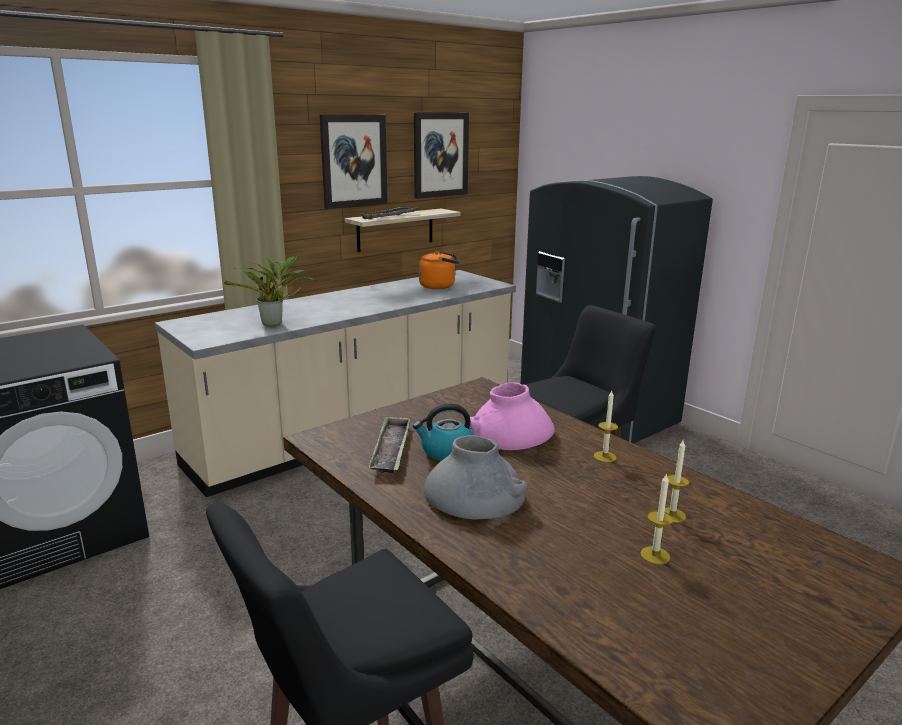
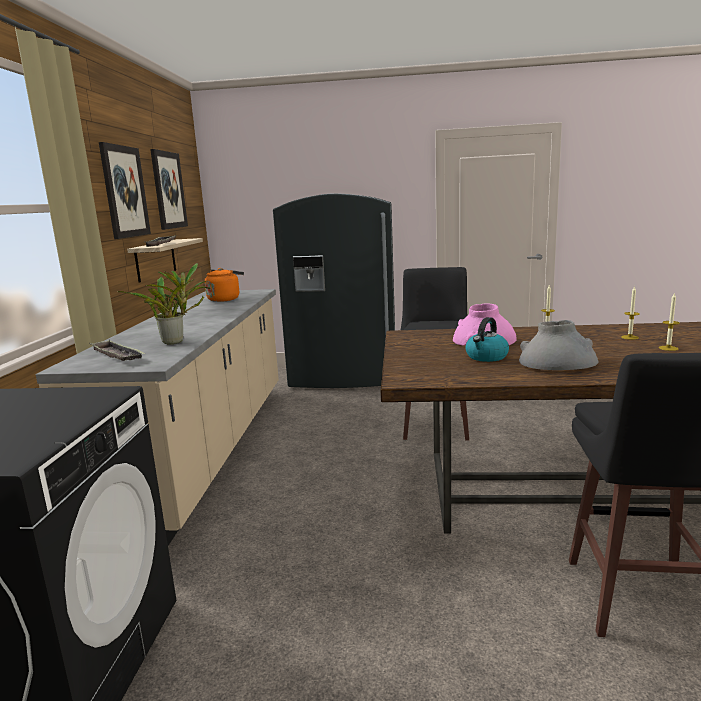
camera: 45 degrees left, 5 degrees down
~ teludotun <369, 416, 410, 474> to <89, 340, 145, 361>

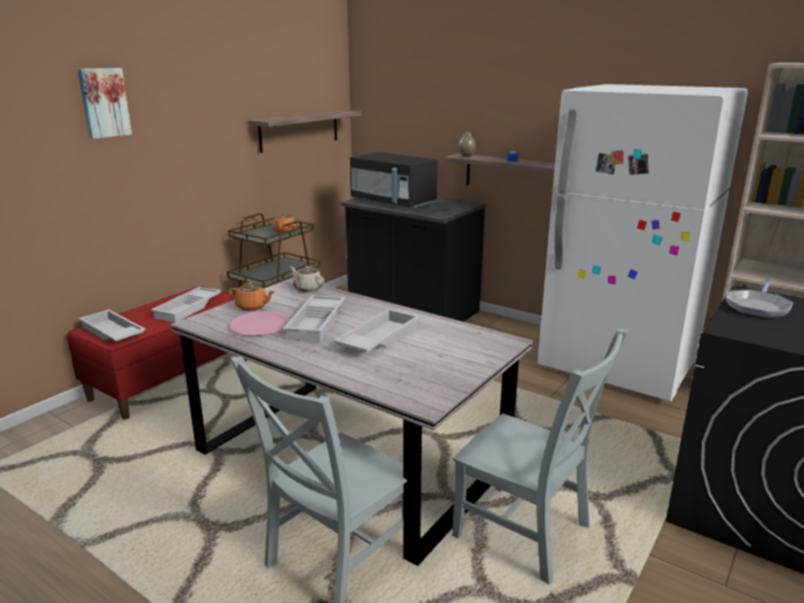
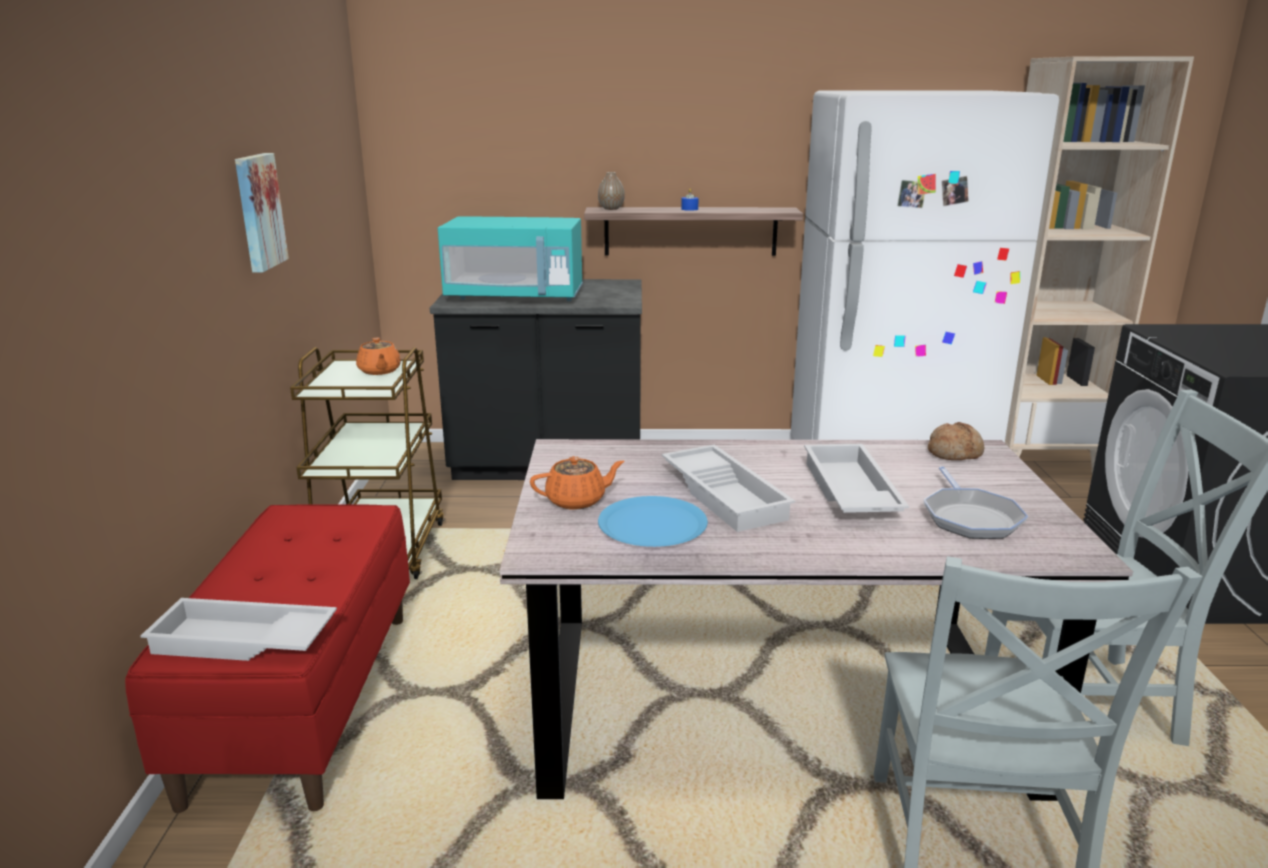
camera: 35 degrees left, 0 degrees up
~ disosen <77, 68, 132, 139> to <235, 153, 289, 273>
~ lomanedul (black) <350, 152, 438, 210> to lomanedul (turquoise) <438, 216, 583, 301>
~ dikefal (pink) <229, 311, 290, 336> to dikefal (blue) <598, 496, 708, 547>
~ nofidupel <726, 282, 793, 318> to <923, 466, 1028, 539>
+ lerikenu <928, 422, 984, 460>
- teludotun (white) <151, 287, 222, 322>
- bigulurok <248, 110, 361, 153>
- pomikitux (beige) <290, 266, 325, 292>

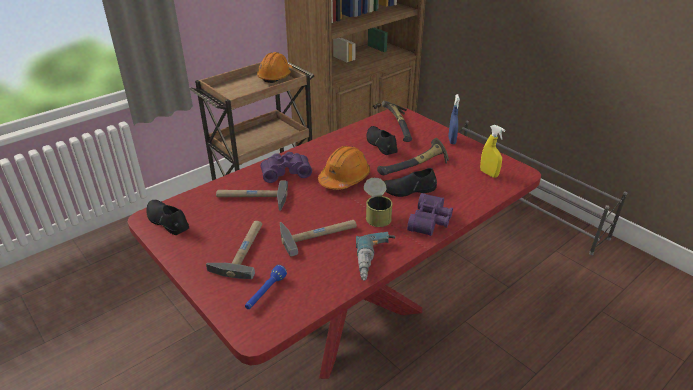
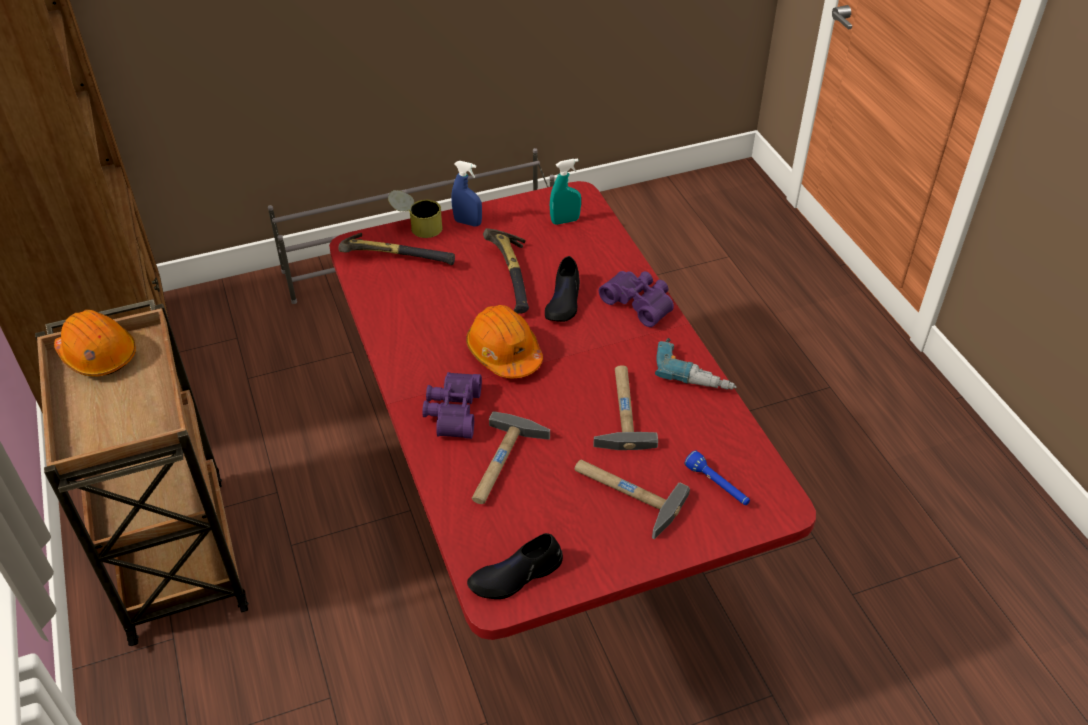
camera: 70 degrees left, 10 degrees up
~ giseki <364, 178, 393, 227> to <388, 190, 443, 238>
~ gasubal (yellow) <480, 125, 505, 178> to gasubal (turquoise) <550, 159, 581, 225>
- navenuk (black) <367, 126, 398, 155>

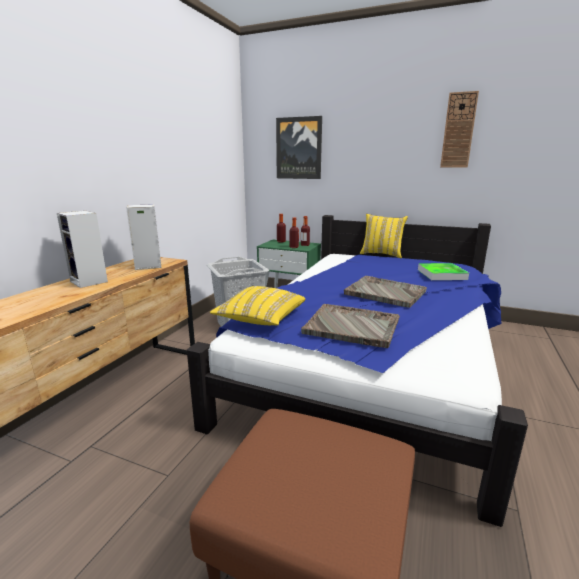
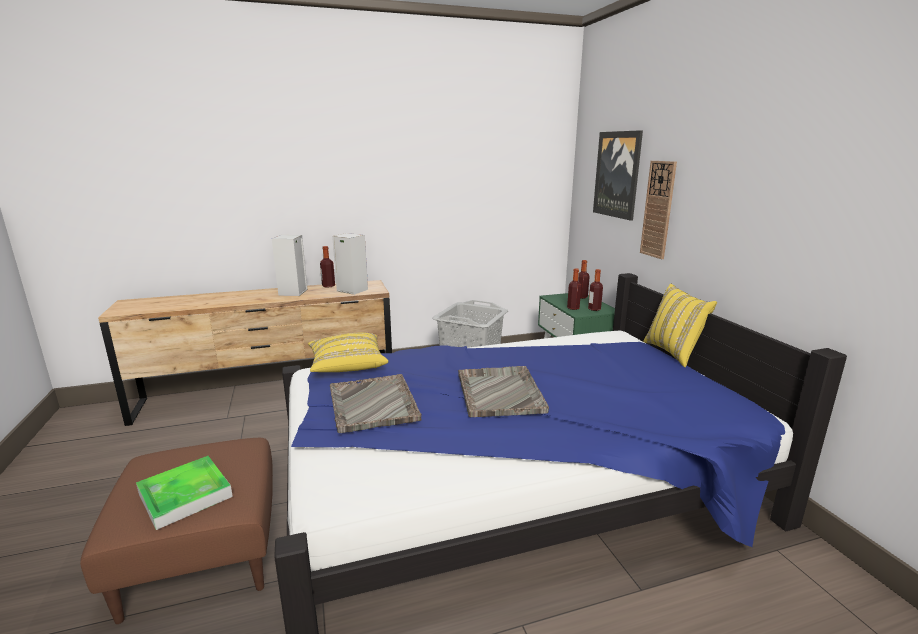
camera: 50 degrees right, 0 degrees up
~ teludotun <418, 263, 469, 280> to <136, 456, 233, 530>
+ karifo <320, 246, 335, 288>
~ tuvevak <440, 91, 479, 168> to <640, 161, 677, 259>

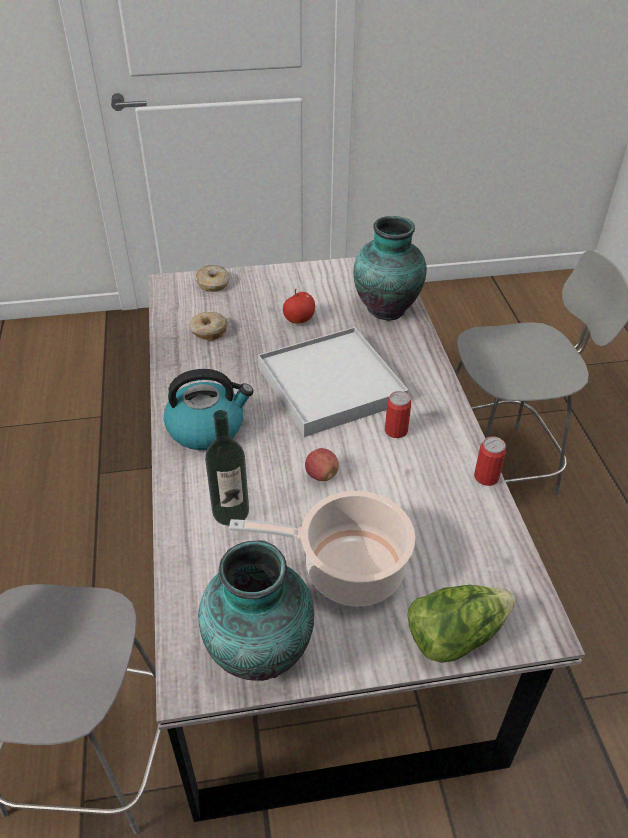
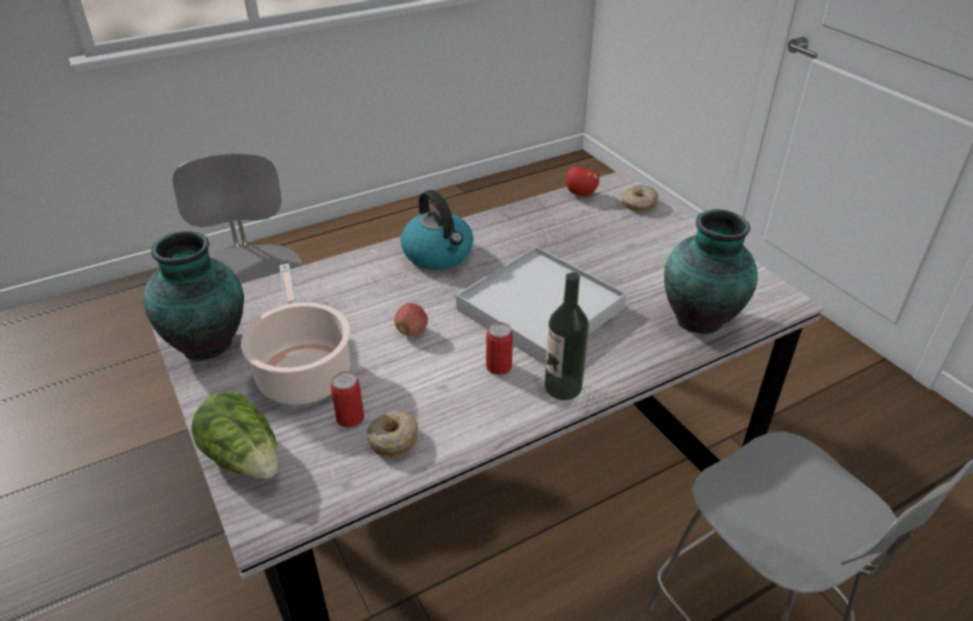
camera: 70 degrees right, 5 degrees down
~ giseki <474, 436, 506, 486> to <331, 371, 364, 427>
~ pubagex <189, 312, 228, 341> to <367, 411, 418, 458>
~ karifo <205, 410, 249, 526> to <544, 272, 589, 400>
~ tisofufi <283, 289, 315, 324> to <566, 164, 599, 196>

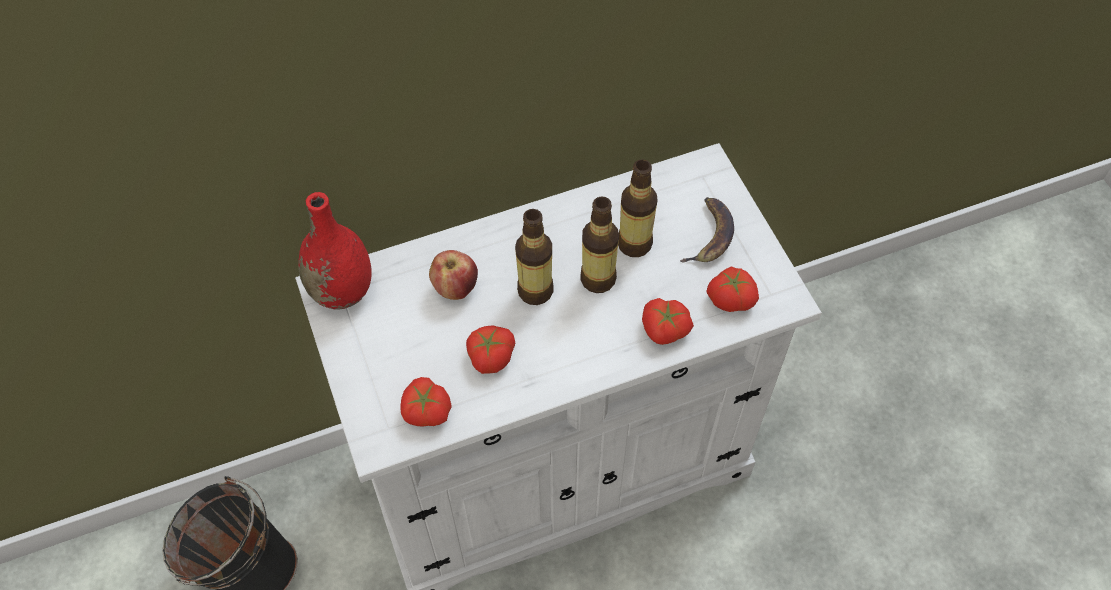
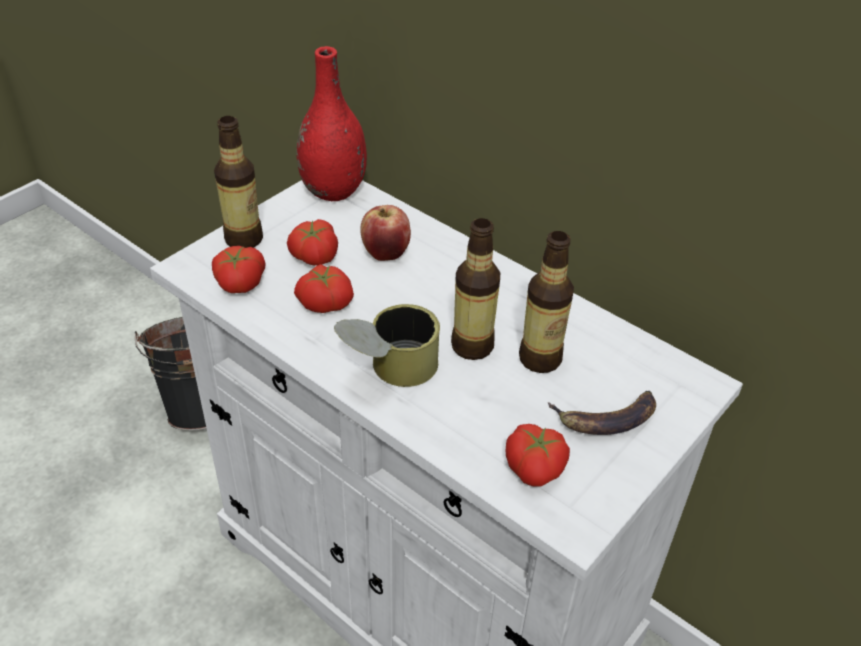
camera: 60 degrees right, 15 degrees down
~ karifo <515, 209, 553, 305> to <214, 116, 263, 248>
~ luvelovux <642, 298, 694, 345> to <287, 219, 338, 266>
+ giseki <334, 304, 440, 387>

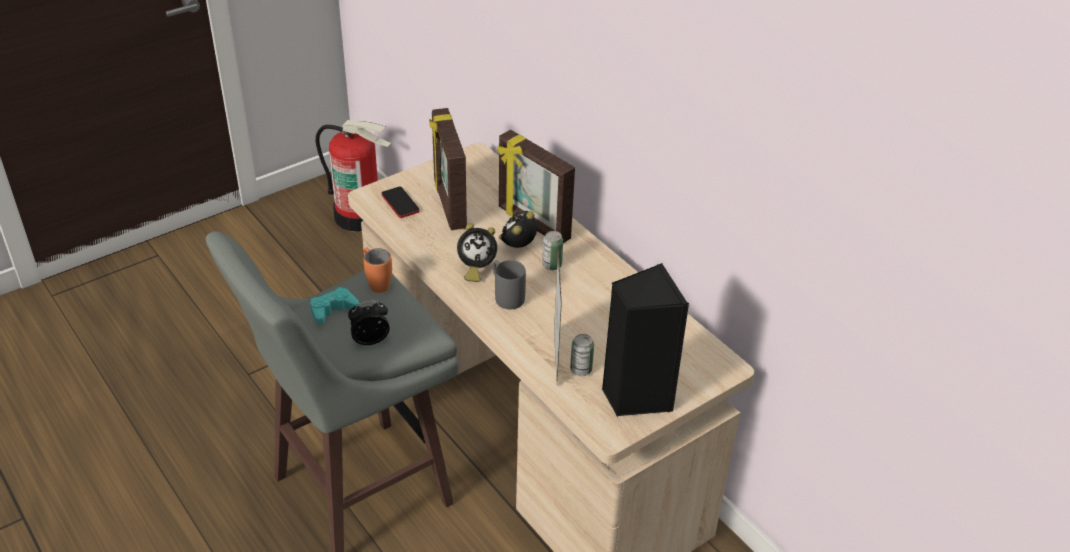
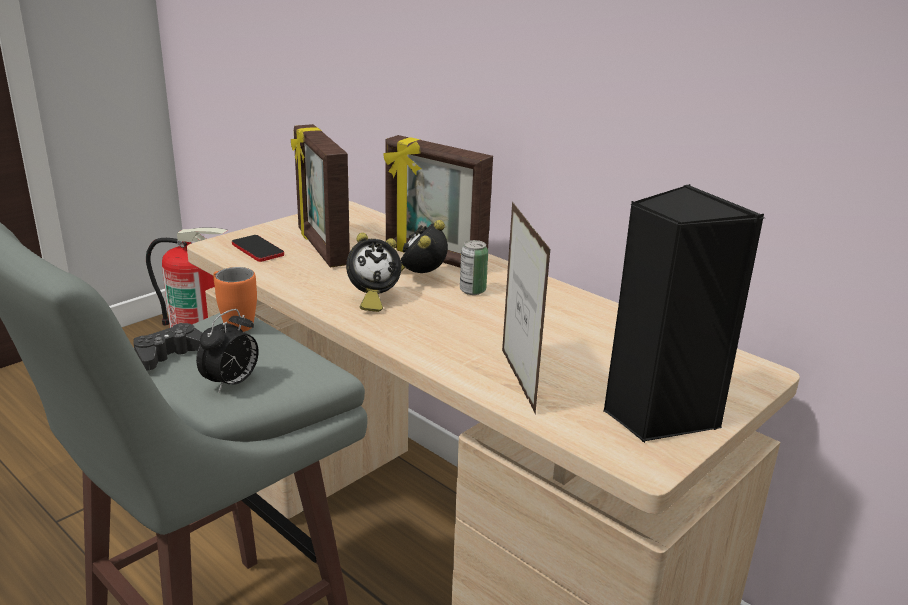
camera: 10 degrees left, 15 degrees down
~ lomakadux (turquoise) <310, 287, 359, 324> to lomakadux (black) <133, 323, 203, 370>
~ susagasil <348, 301, 390, 345> = <196, 309, 259, 393> 150 degrees clockwise
- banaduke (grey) <493, 260, 526, 309>
- giseki <570, 334, 594, 376>

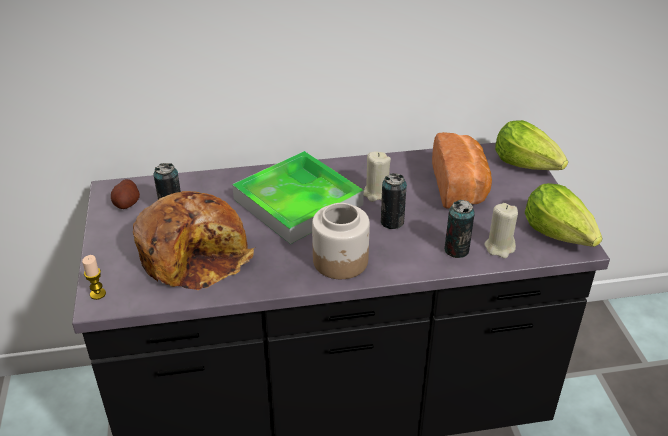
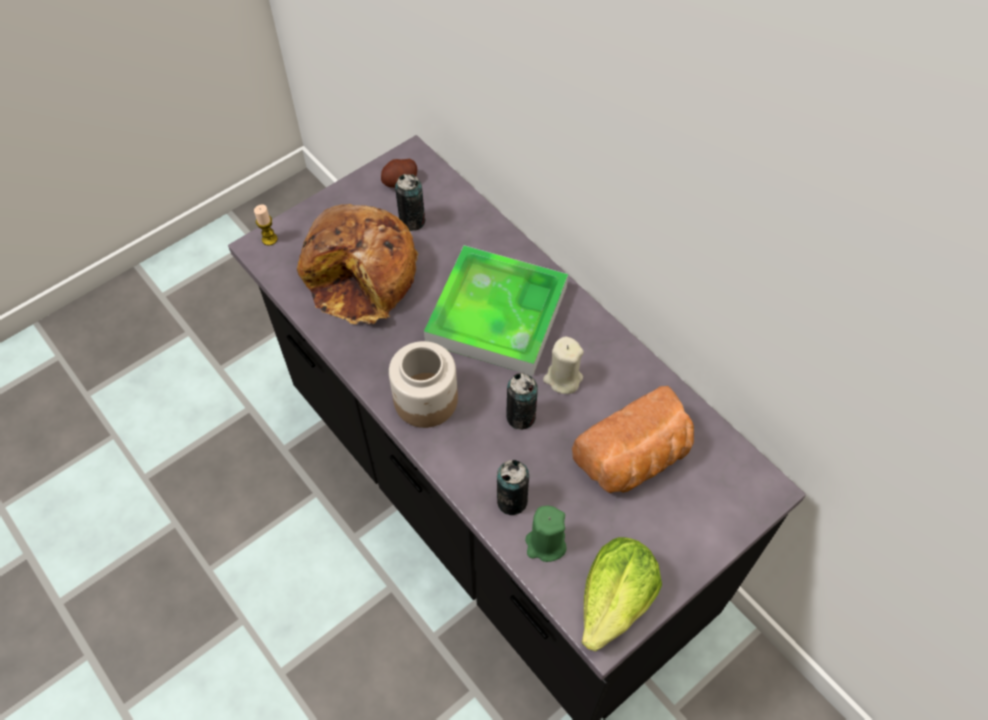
camera: 60 degrees right, 20 degrees up
~ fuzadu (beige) <484, 203, 518, 258> to fuzadu (green) <525, 506, 567, 562>
- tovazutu <495, 120, 568, 170>

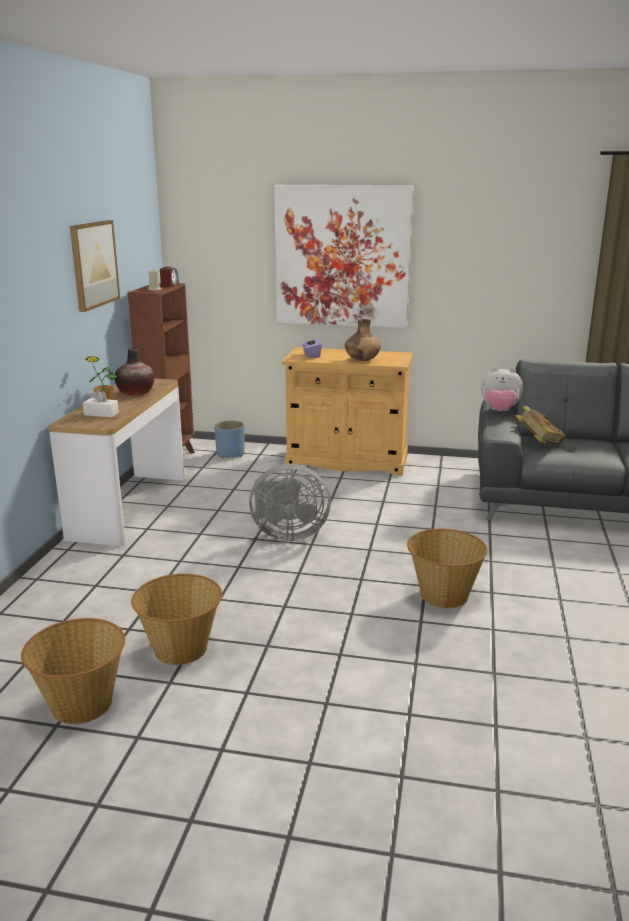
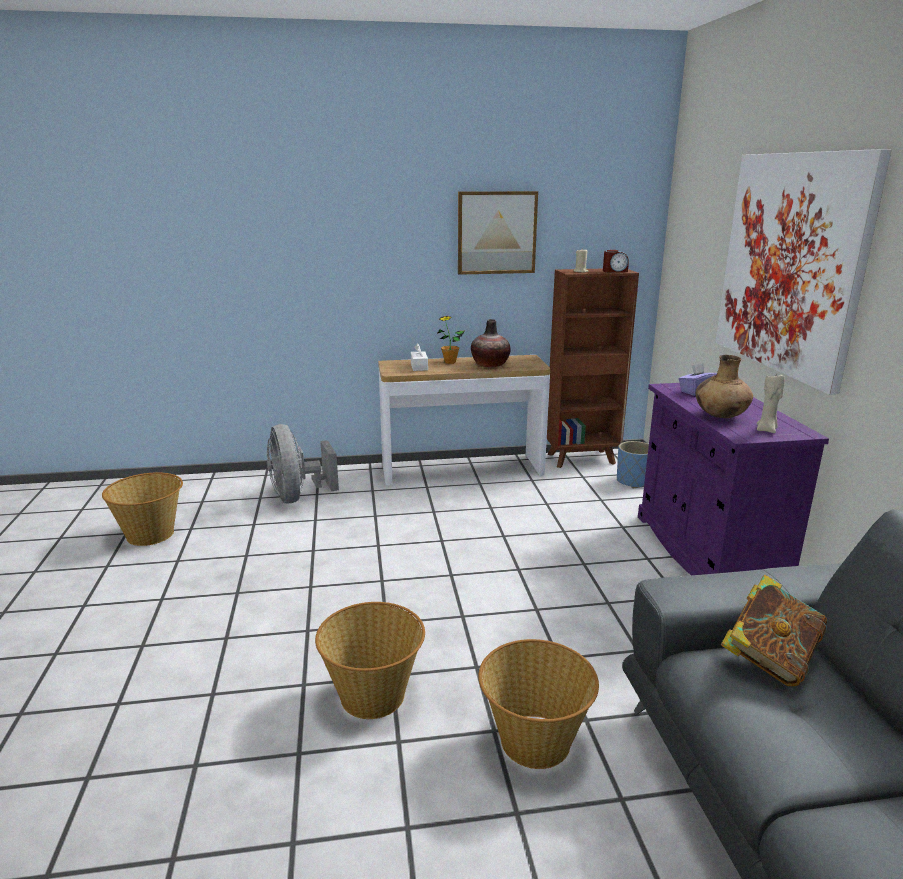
camera: 70 degrees right, 0 degrees up
~ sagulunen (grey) <249, 464, 331, 541> to <267, 424, 339, 503>
~ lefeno <131, 574, 222, 665> to <478, 639, 599, 769>
~ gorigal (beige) <282, 347, 413, 476> to gorigal (purple) <638, 383, 829, 575>
+ fuzadu (beige) <757, 372, 785, 433>
- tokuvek <481, 367, 523, 411>

